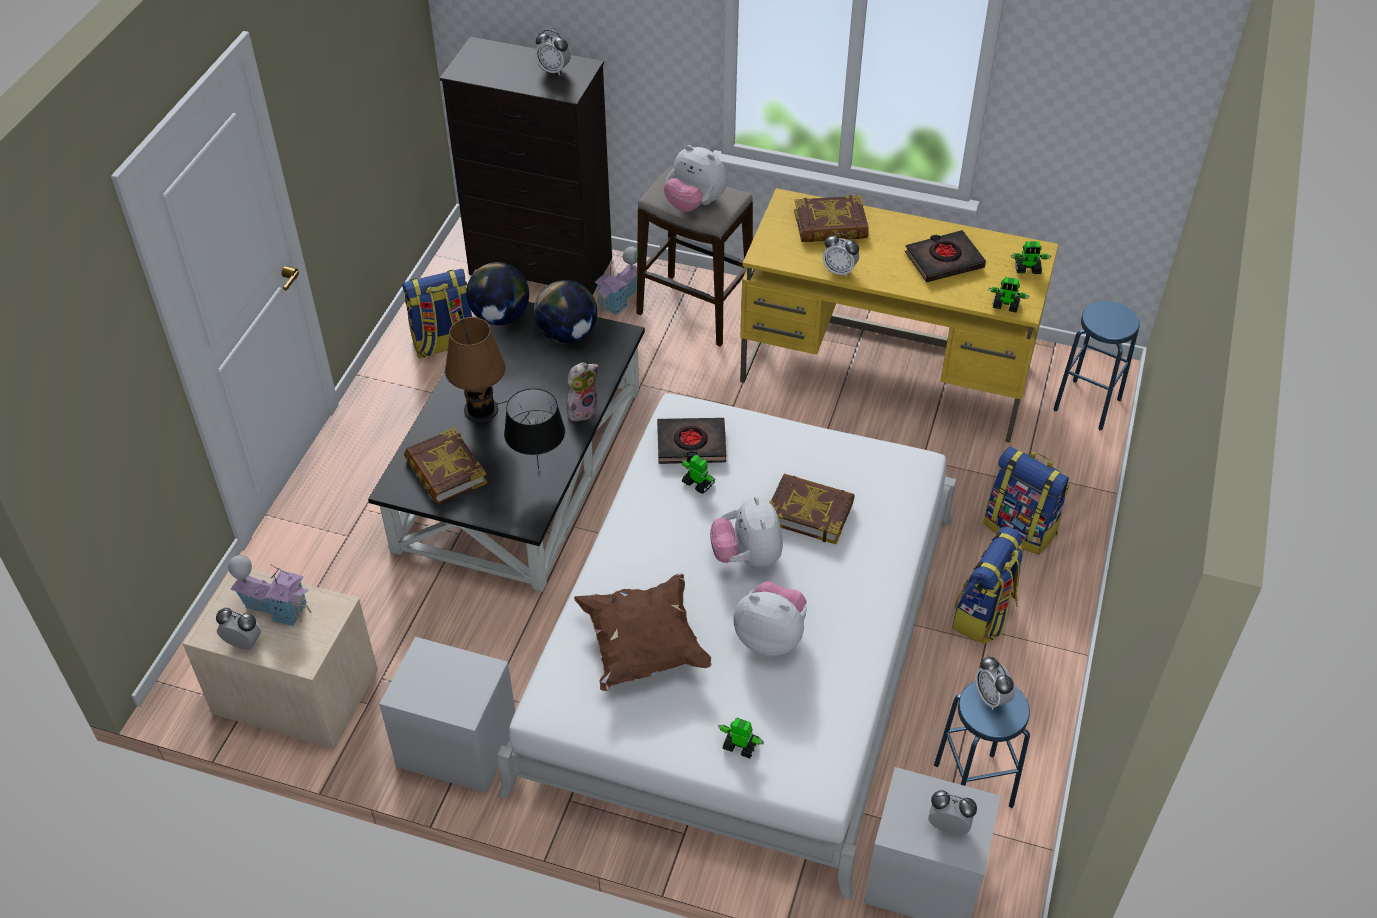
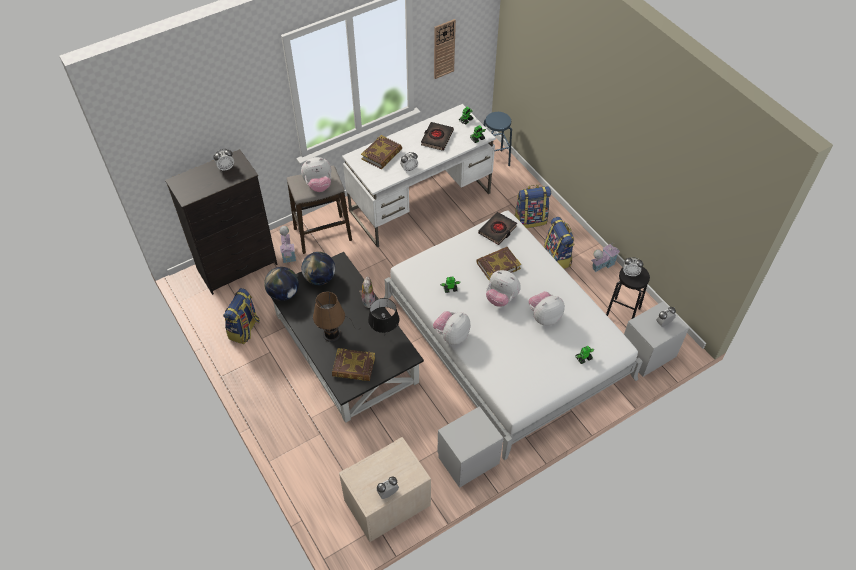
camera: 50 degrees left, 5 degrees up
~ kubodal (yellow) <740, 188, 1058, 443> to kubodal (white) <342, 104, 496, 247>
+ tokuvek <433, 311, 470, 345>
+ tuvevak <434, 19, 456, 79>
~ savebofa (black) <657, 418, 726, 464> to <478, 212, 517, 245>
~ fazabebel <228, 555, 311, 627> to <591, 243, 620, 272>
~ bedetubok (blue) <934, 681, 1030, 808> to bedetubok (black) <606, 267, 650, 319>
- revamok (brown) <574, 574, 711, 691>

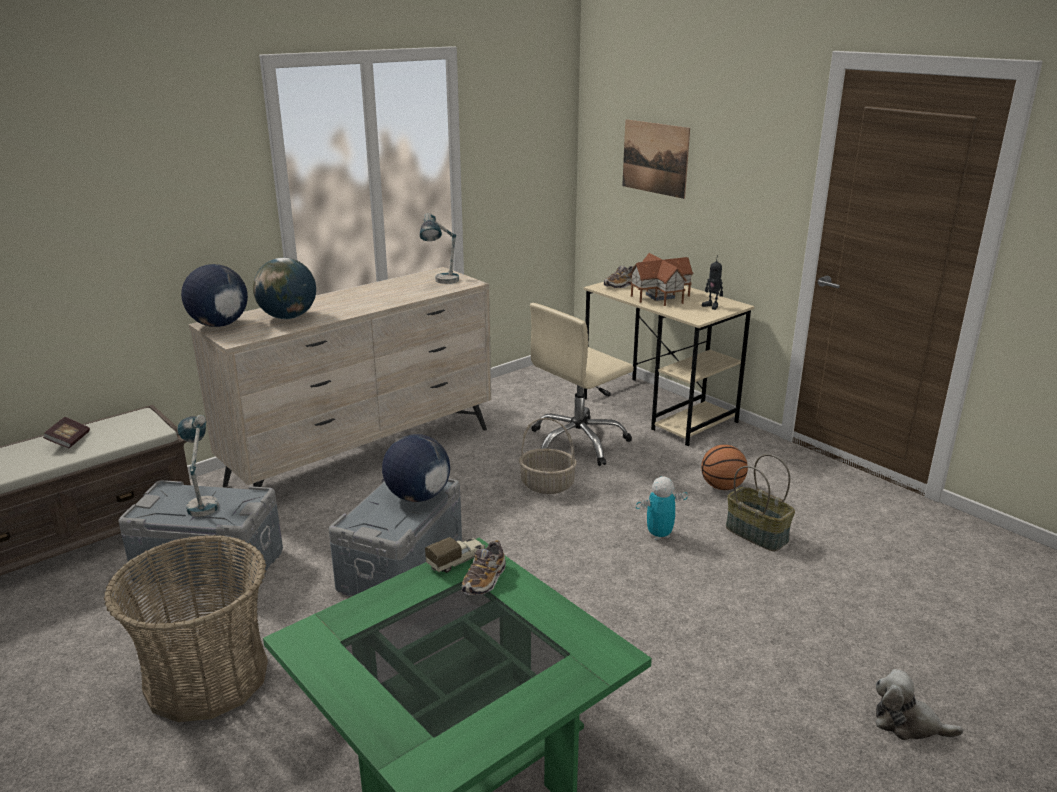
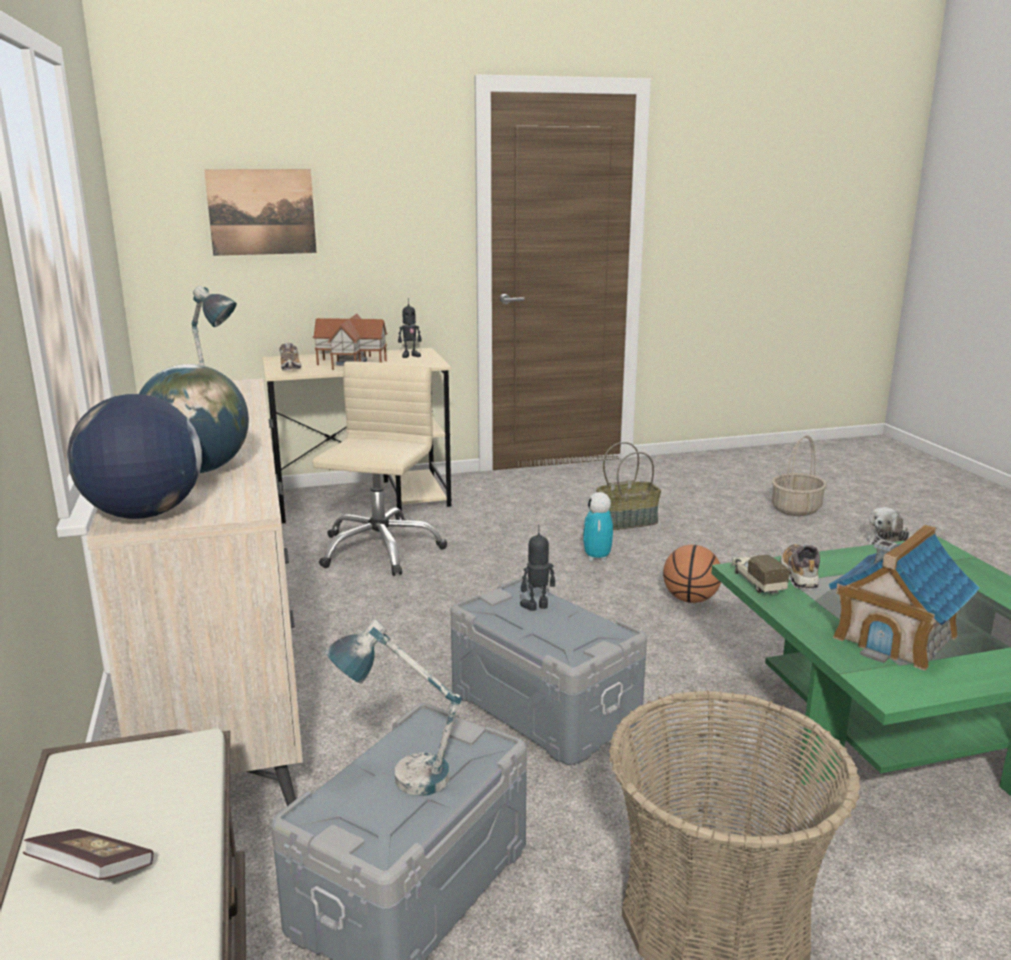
camera: 65 degrees left, 5 degrees down
~ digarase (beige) <530, 303, 634, 466> = <312, 361, 447, 576> 150 degrees counterclockwise
~ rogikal <382, 434, 450, 502> to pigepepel <520, 525, 555, 611>
~ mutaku <701, 445, 748, 490> to <663, 545, 721, 603>
~ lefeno <519, 418, 577, 494> to <772, 435, 827, 516>
~ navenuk <462, 540, 506, 595> = <780, 544, 820, 590> 135 degrees counterclockwise
+ fazabebel <829, 524, 980, 671>

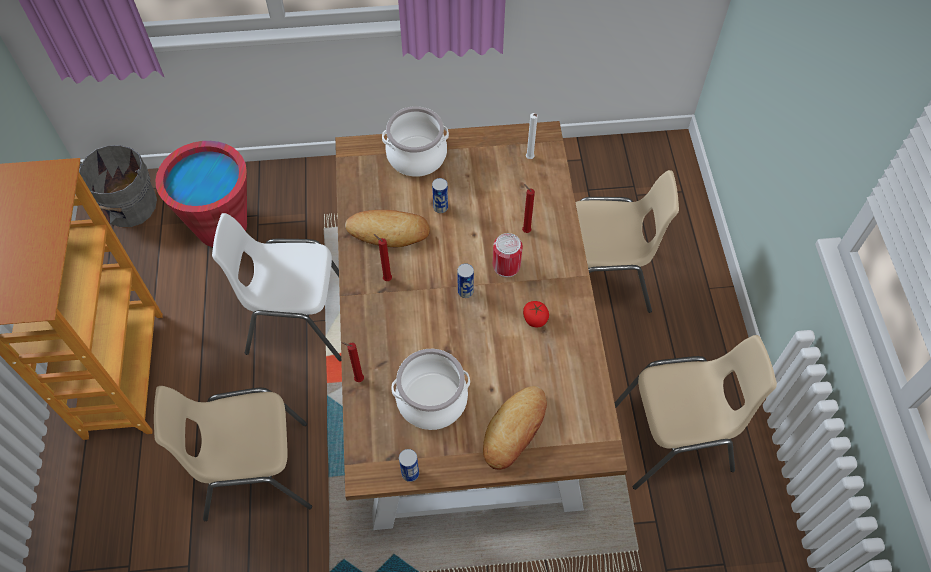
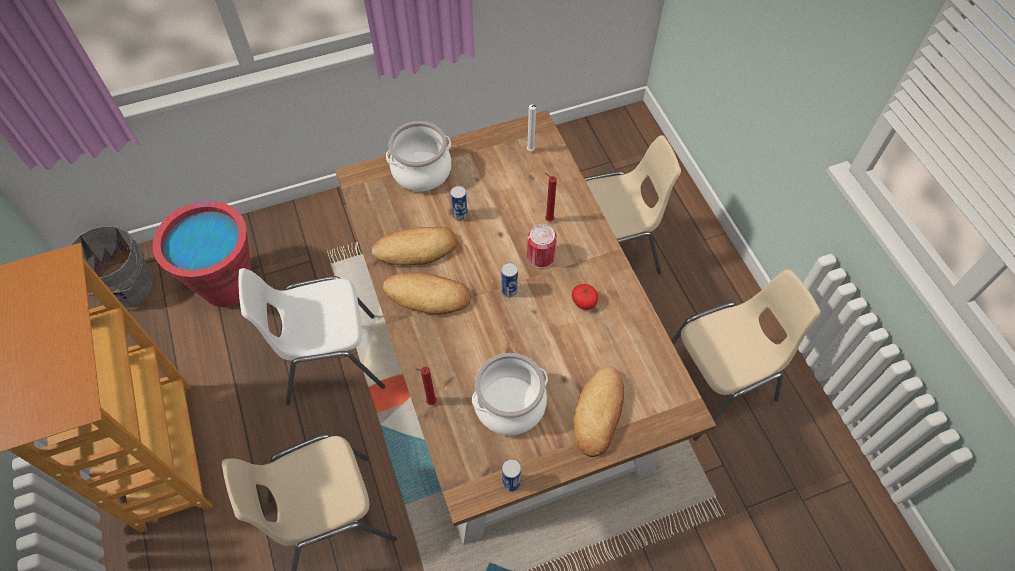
camera: 15 degrees left, 0 degrees up
~ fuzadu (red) <374, 234, 392, 281> to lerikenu <383, 272, 471, 315>

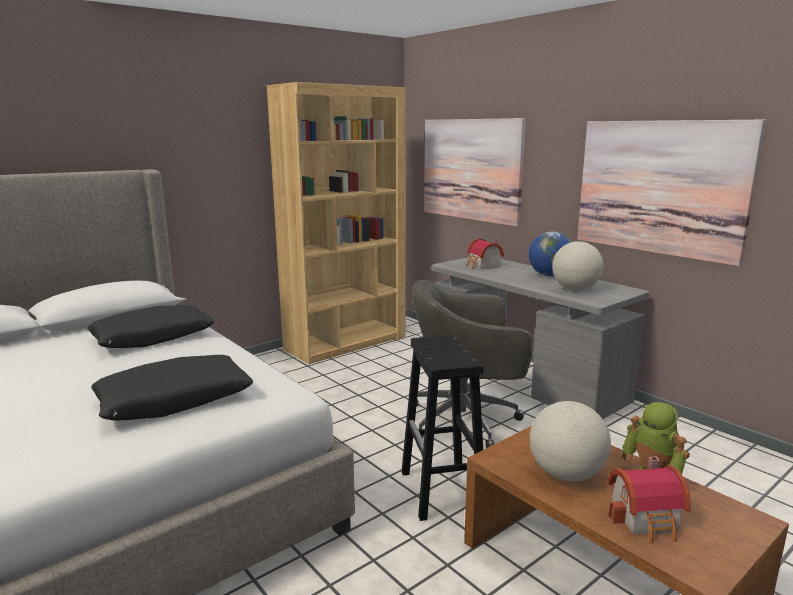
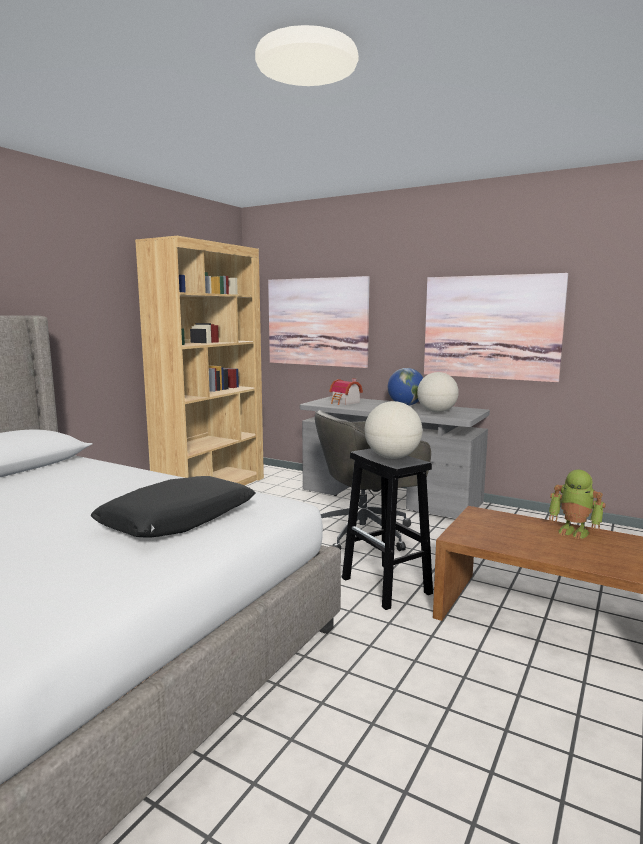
camera: 20 degrees left, 5 degrees down
~ rogikal <530, 401, 611, 481> to <365, 401, 422, 459>
- revamok (black) <87, 305, 214, 348>
- fazabebel <607, 456, 691, 544>

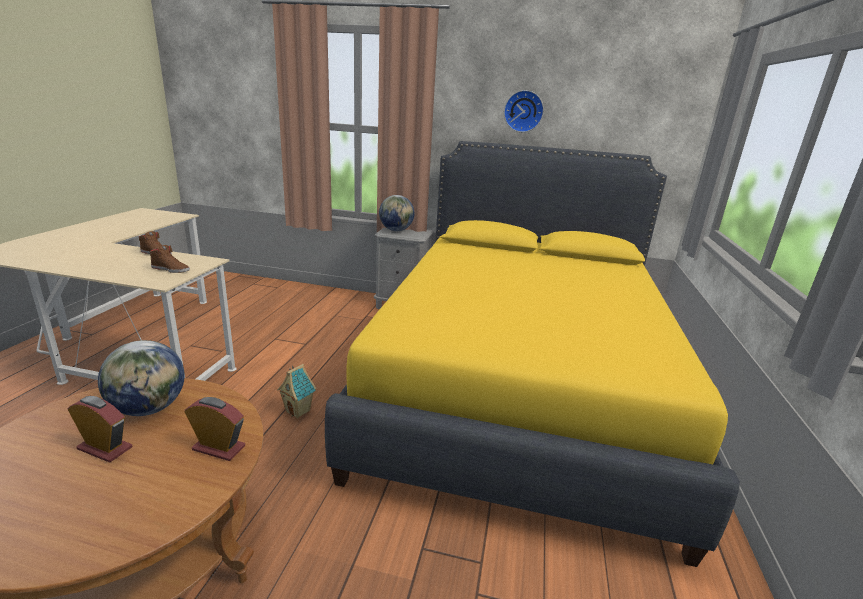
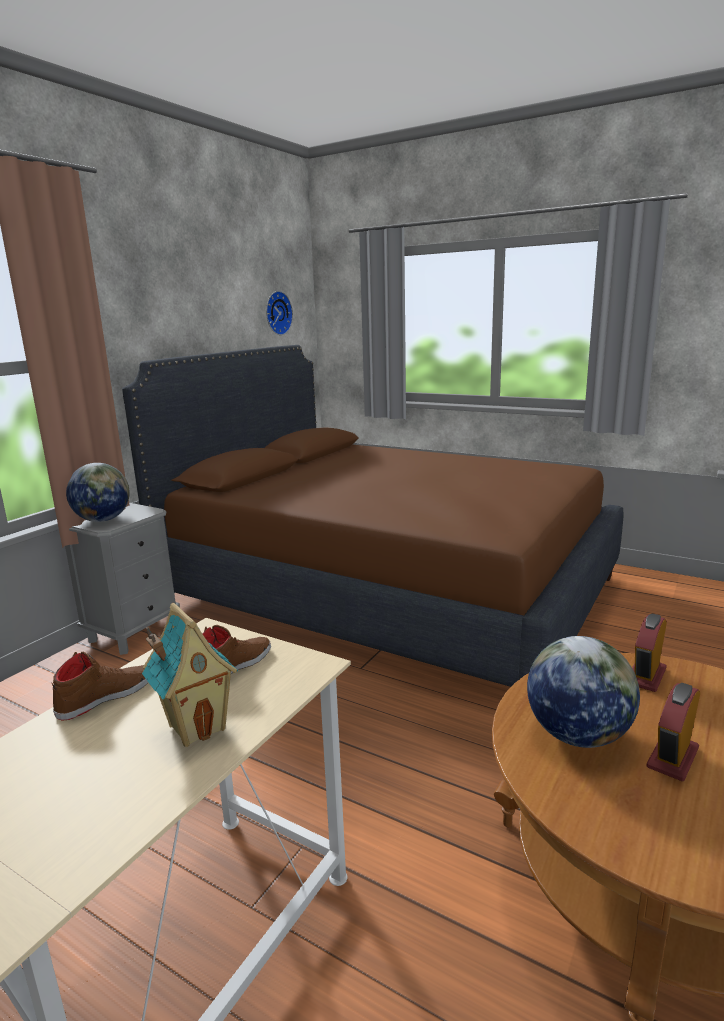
camera: 70 degrees left, 5 degrees down
~ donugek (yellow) <325, 141, 740, 567> to donugek (brown) <122, 345, 624, 687>
~ fazabebel <277, 364, 316, 419> to <142, 603, 238, 747>
~ tuvevak <504, 90, 544, 132> to <266, 291, 293, 335>

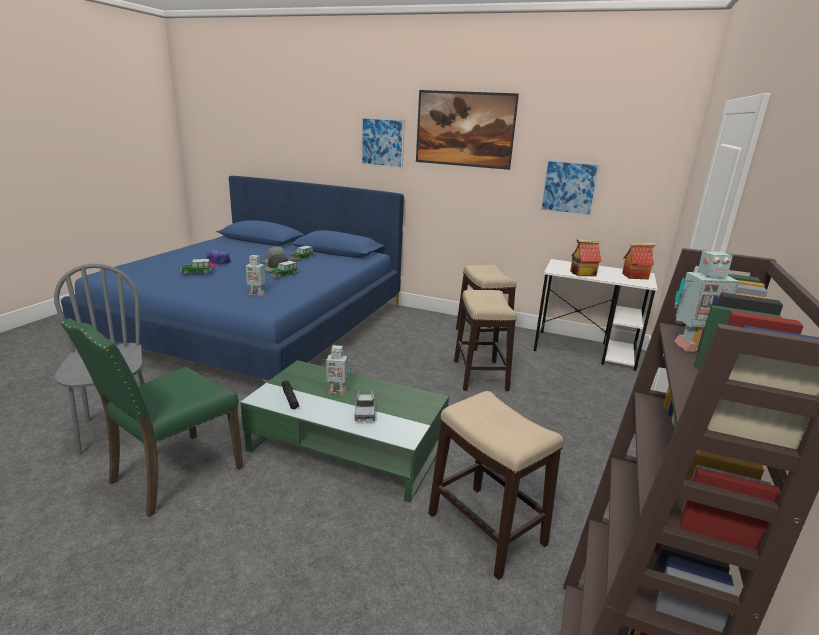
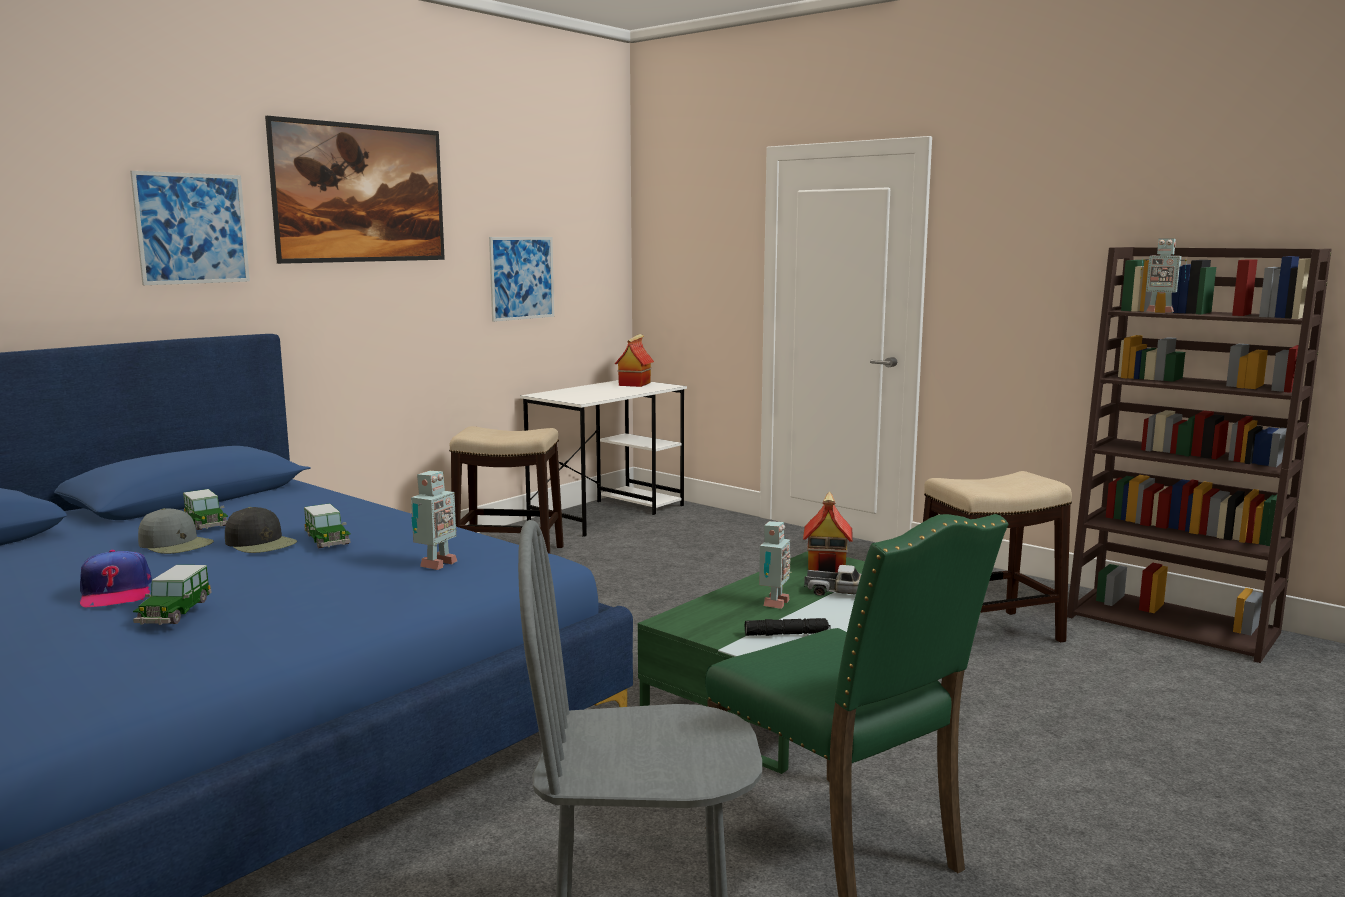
camera: 70 degrees left, 10 degrees down
~ fazabebel <570, 239, 602, 276> to <803, 491, 853, 573>
~ pigepepel <674, 251, 739, 352> = <1140, 238, 1187, 313> 105 degrees clockwise
- bedetubok <454, 290, 517, 391>

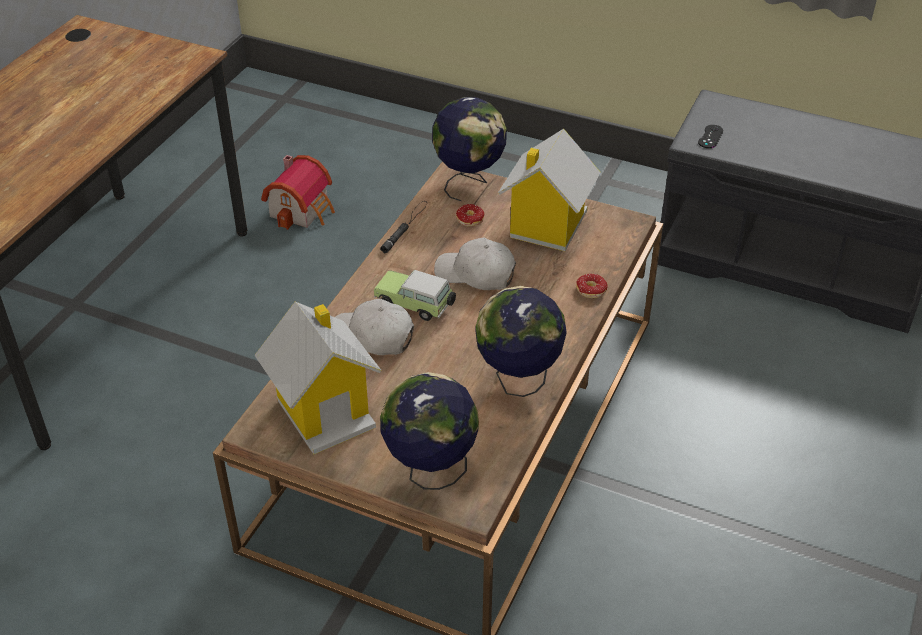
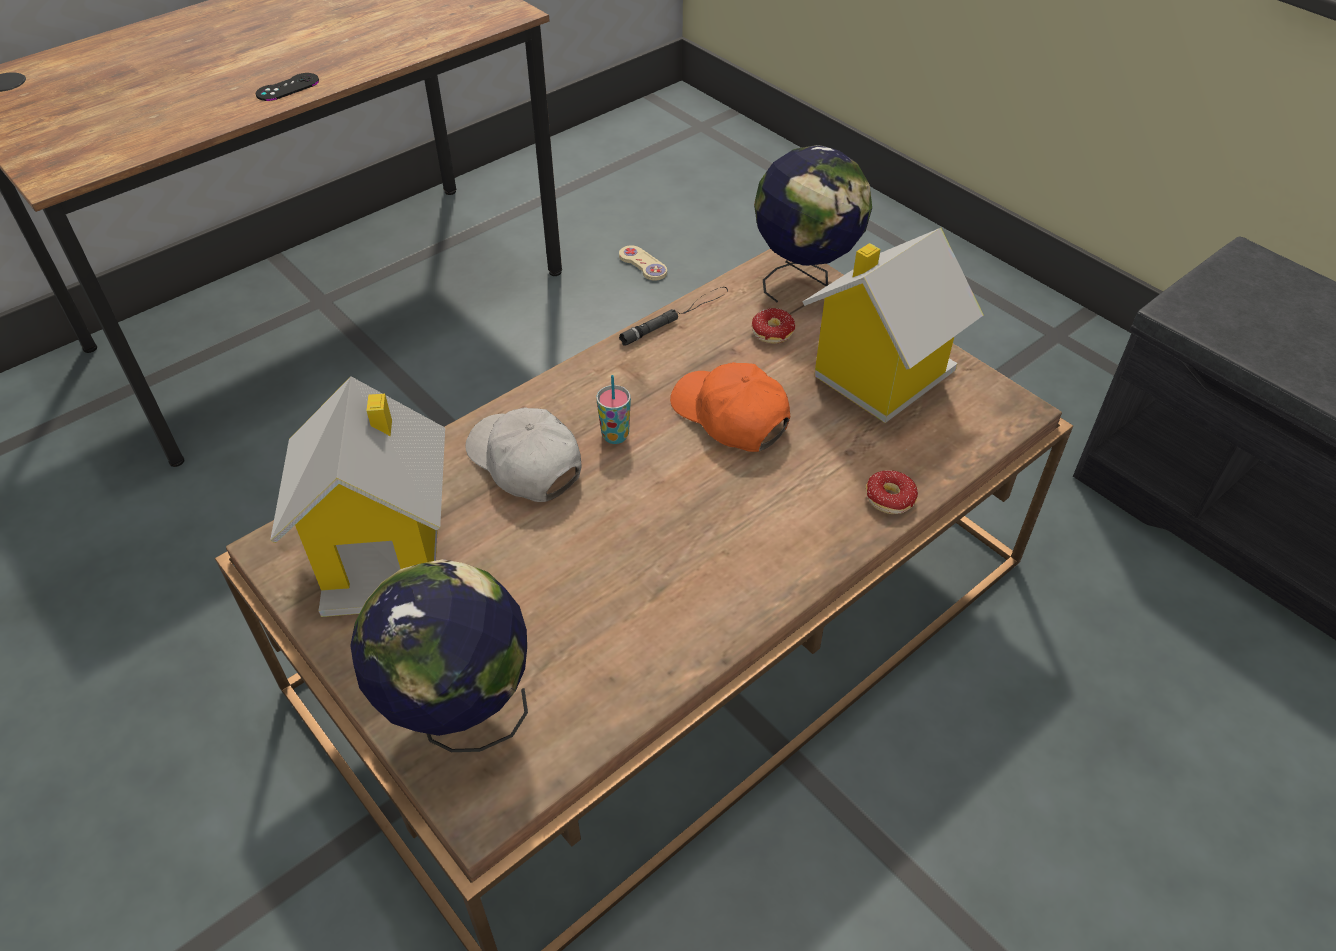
camera: 25 degrees right, 5 degrees up
~ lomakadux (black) <698, 125, 723, 148> to <256, 73, 319, 101>
~ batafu <374, 270, 456, 321> to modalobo <596, 375, 631, 444>
~ fazabebel <261, 155, 335, 230> to lomakadux (beige) <619, 245, 667, 281>
~ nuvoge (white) <434, 238, 516, 290> to nuvoge (orange) <670, 362, 790, 452>
- rogikal <476, 286, 567, 397>

